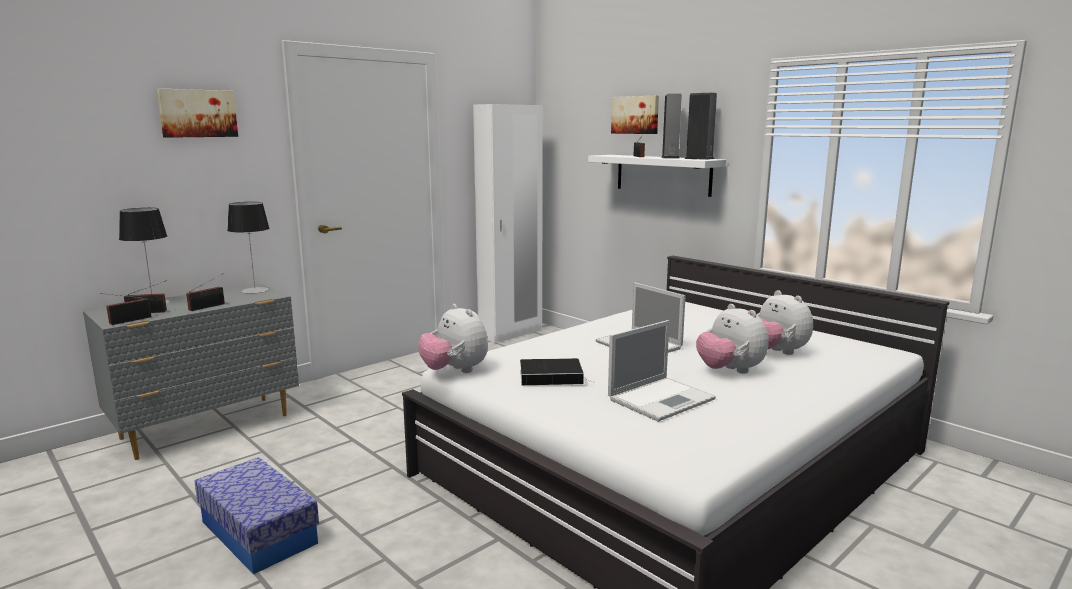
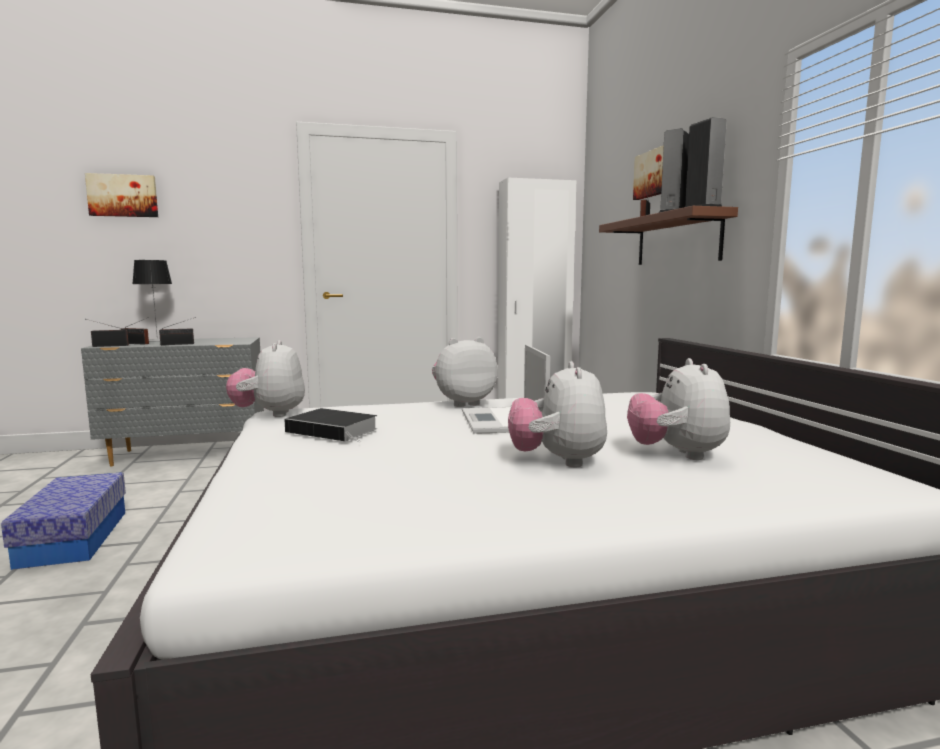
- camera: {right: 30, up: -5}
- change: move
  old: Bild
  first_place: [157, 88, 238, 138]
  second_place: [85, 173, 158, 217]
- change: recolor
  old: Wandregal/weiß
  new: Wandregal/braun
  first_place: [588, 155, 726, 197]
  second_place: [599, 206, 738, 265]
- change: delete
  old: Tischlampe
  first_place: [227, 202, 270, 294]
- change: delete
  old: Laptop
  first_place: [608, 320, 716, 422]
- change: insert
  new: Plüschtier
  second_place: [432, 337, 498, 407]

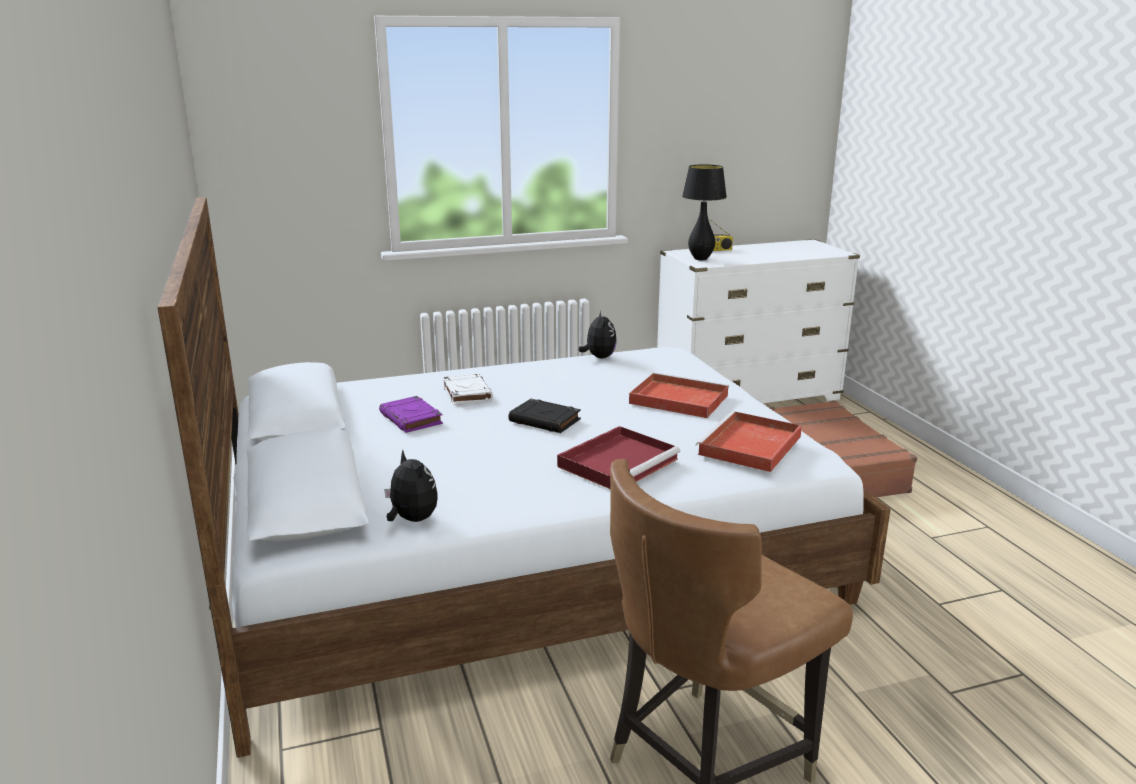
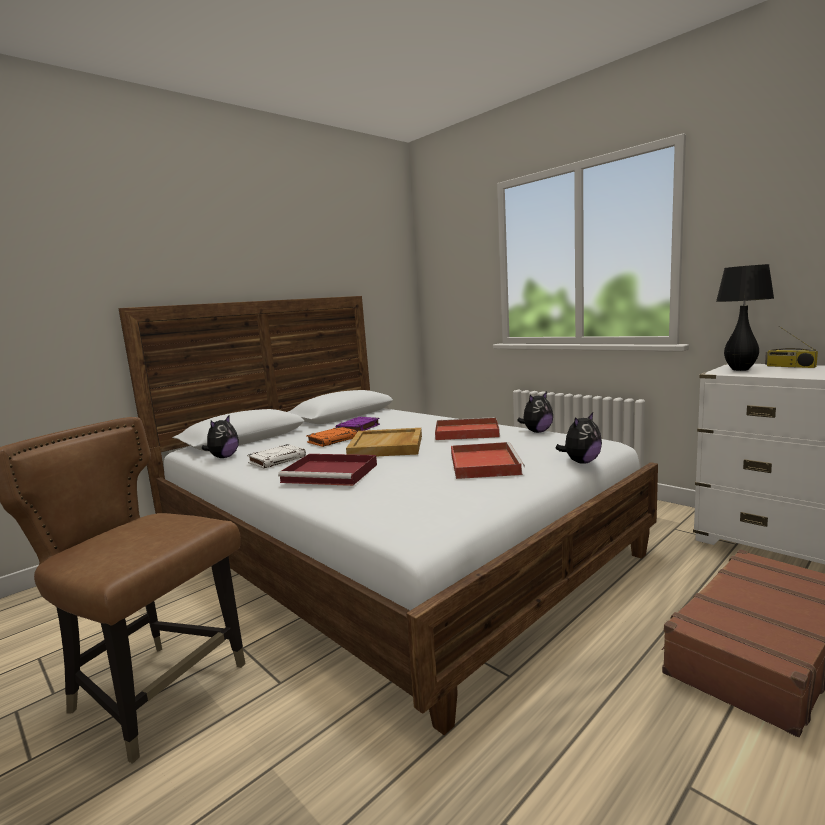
- camera: {right: 65, up: -10}
- change: move
  old: Buch/weiß
  first_place: [443, 373, 493, 405]
  second_place: [247, 444, 306, 469]
- change: replace
  old: Buch/schwarz
  new: Tablett/beige
  first_place: [509, 399, 581, 433]
  second_place: [346, 428, 422, 456]
- change: move
  old: Tablett/rot
  first_place: [696, 411, 802, 472]
  second_place: [435, 417, 500, 440]
- change: insert
  new: Plüschtier
  second_place: [556, 413, 602, 464]
- change: insert
  new: Buch/orange
  second_place: [306, 427, 357, 447]

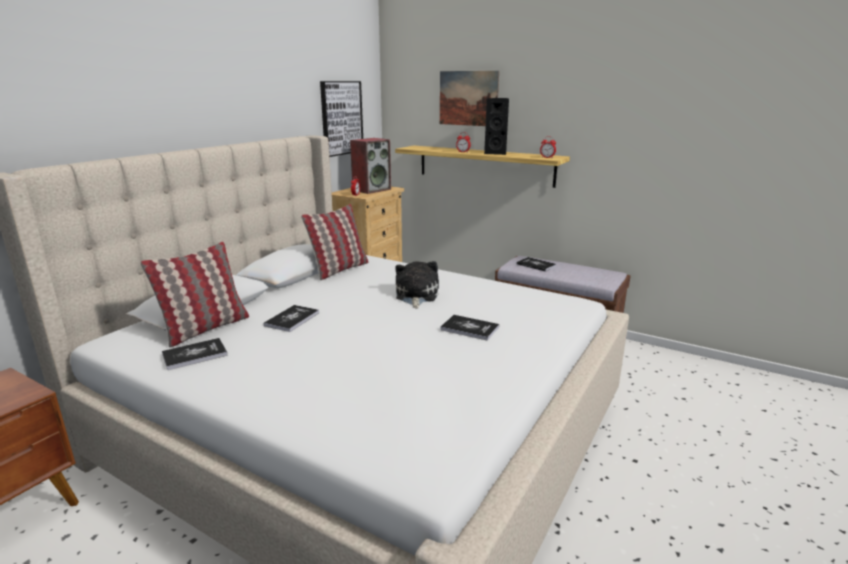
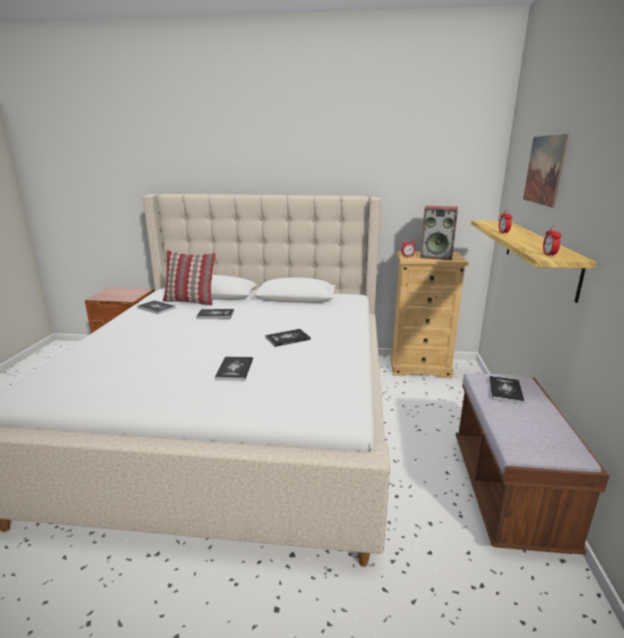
- camera: {right: 65, up: 0}
- change: delete
  old: Bild
  first_place: [320, 81, 363, 157]
- change: delete
  old: Lautsprecher/schwarz
  first_place: [484, 98, 509, 155]
- change: delete
  old: Kissen
  first_place: [301, 204, 368, 280]
- change: replace
  old: Plüschtier
  new: Buch
  first_place: [395, 261, 439, 309]
  second_place: [265, 329, 311, 347]

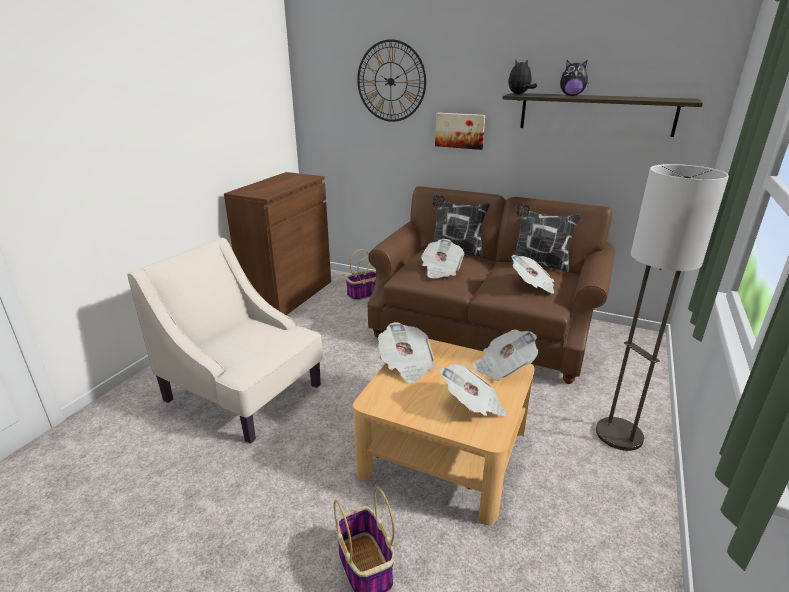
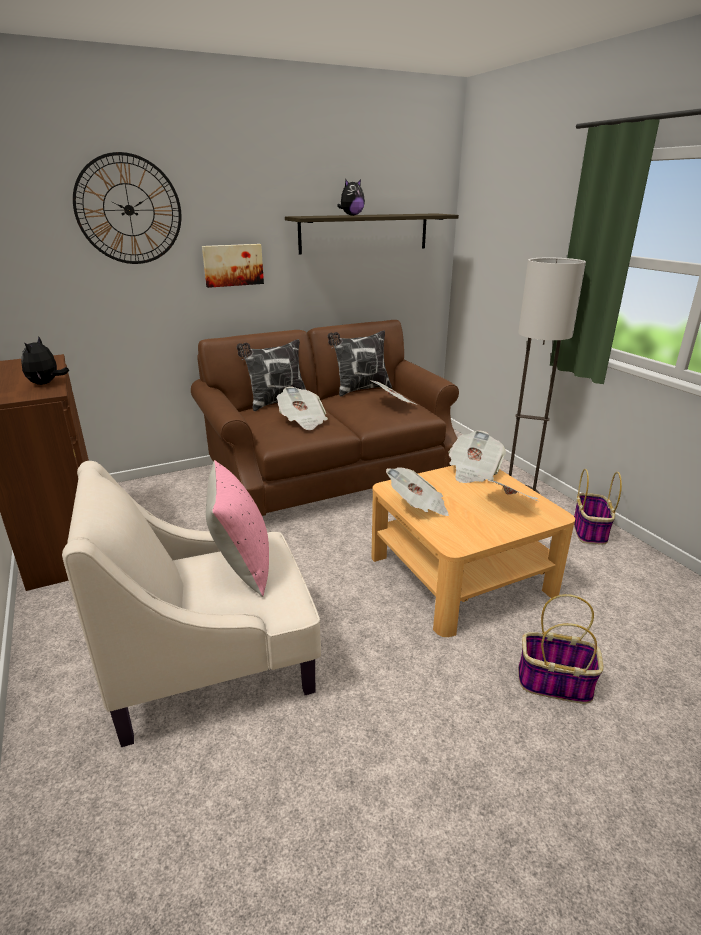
- camera: {right: -50, up: 0}
- change: move
  old: Plüschtier
  first_place: [508, 60, 537, 94]
  second_place: [21, 336, 69, 385]
- change: move
  old: Korb
  first_place: [345, 249, 376, 300]
  second_place: [574, 469, 622, 544]
- change: insert
  new: Kissen/rosa
  second_place: [206, 460, 269, 597]

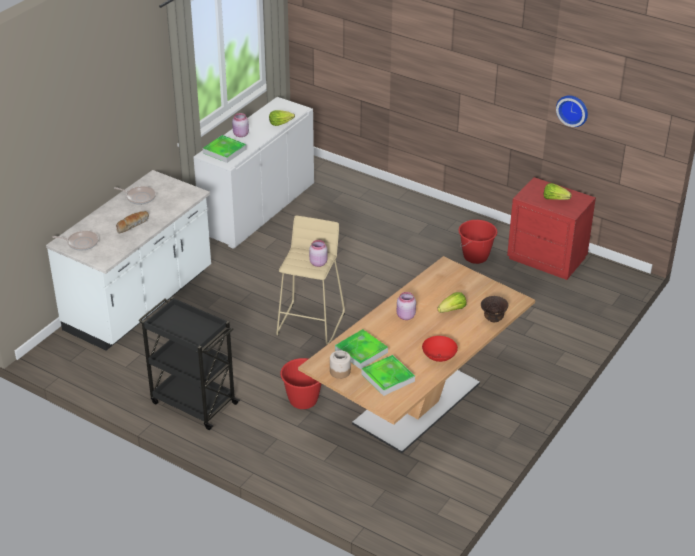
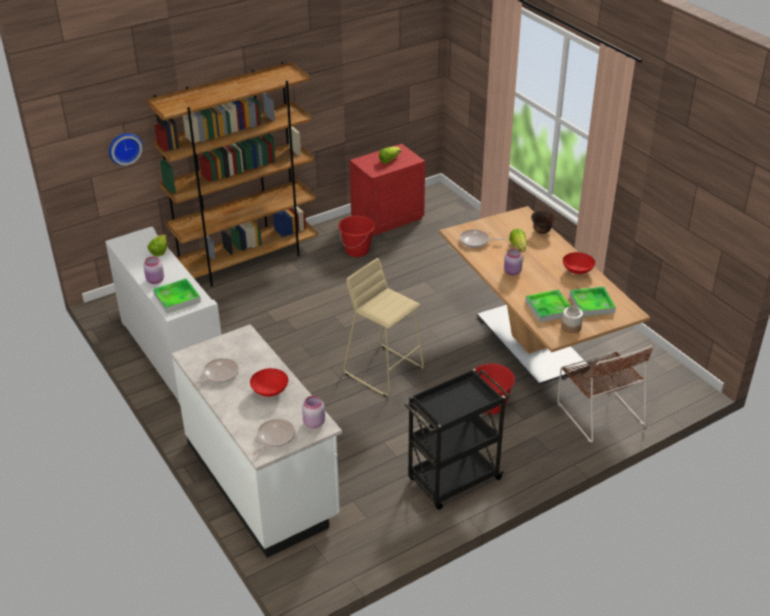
- camera: {right: -65, up: 0}
- change: move
  old: Wanduhr
  first_place: [556, 95, 588, 127]
  second_place: [109, 133, 143, 166]
- change: replace
  old: Brot
  new: Schüssel/rot
  first_place: [116, 211, 149, 234]
  second_place: [250, 368, 288, 397]
- change: move
  old: Vorratsglas/rosa
  first_place: [309, 240, 328, 267]
  second_place: [302, 396, 325, 428]
- change: insert
  new: Bücherregal/braun
  second_place: [147, 62, 318, 287]
- change: insert
  new: Pfanne
  second_place: [460, 230, 504, 248]
- change: insert
  new: Stuhl/braun
  second_place: [557, 346, 653, 443]

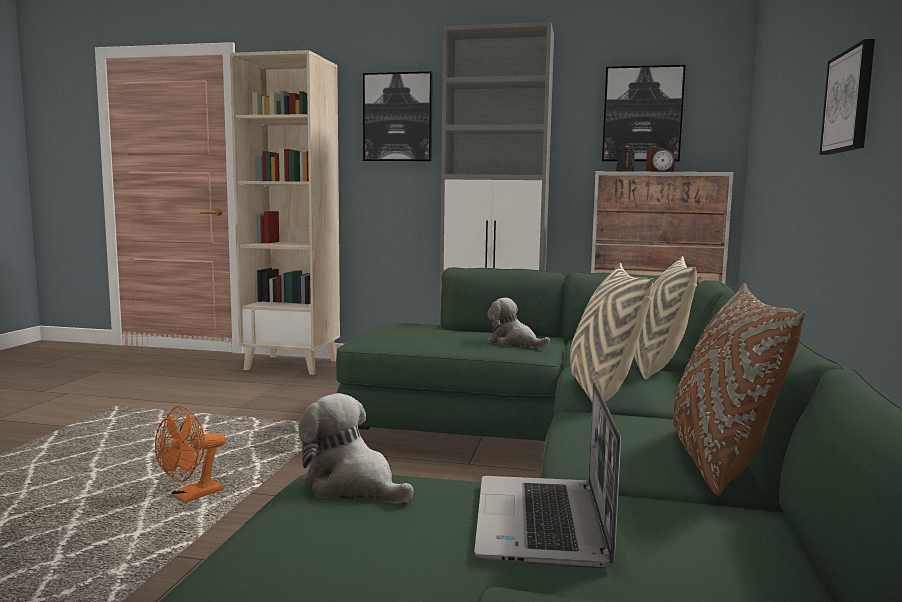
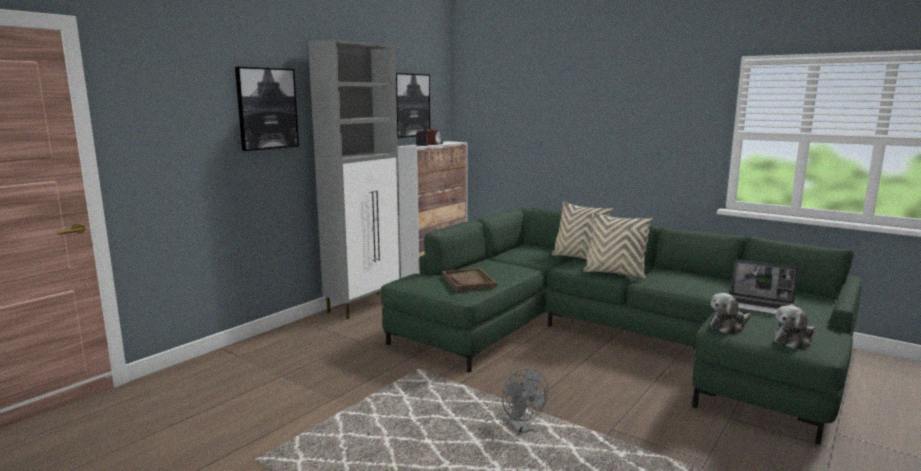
- camera: {right: -65, up: 5}
- change: delete
  old: Bild
  first_place: [819, 39, 875, 155]
- change: delete
  old: Bücherregal/beige
  first_place: [230, 50, 340, 375]
- change: delete
  old: Kissen/braun
  first_place: [673, 283, 805, 496]
- change: move
  old: Plüschtier
  first_place: [487, 298, 550, 347]
  second_place: [774, 305, 815, 349]
- change: recolor
  old: Ventilator/orange
  new: Ventilator/grau
  first_place: [155, 406, 226, 503]
  second_place: [502, 368, 548, 434]
- change: insert
  new: Tablett/braun
  second_place: [442, 268, 497, 292]

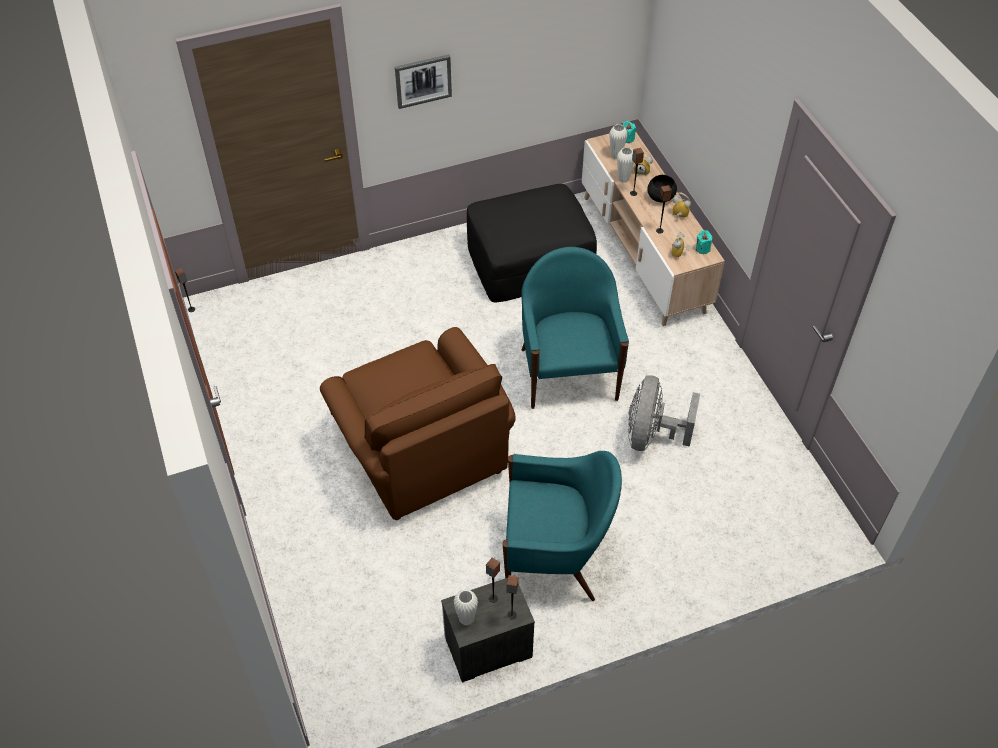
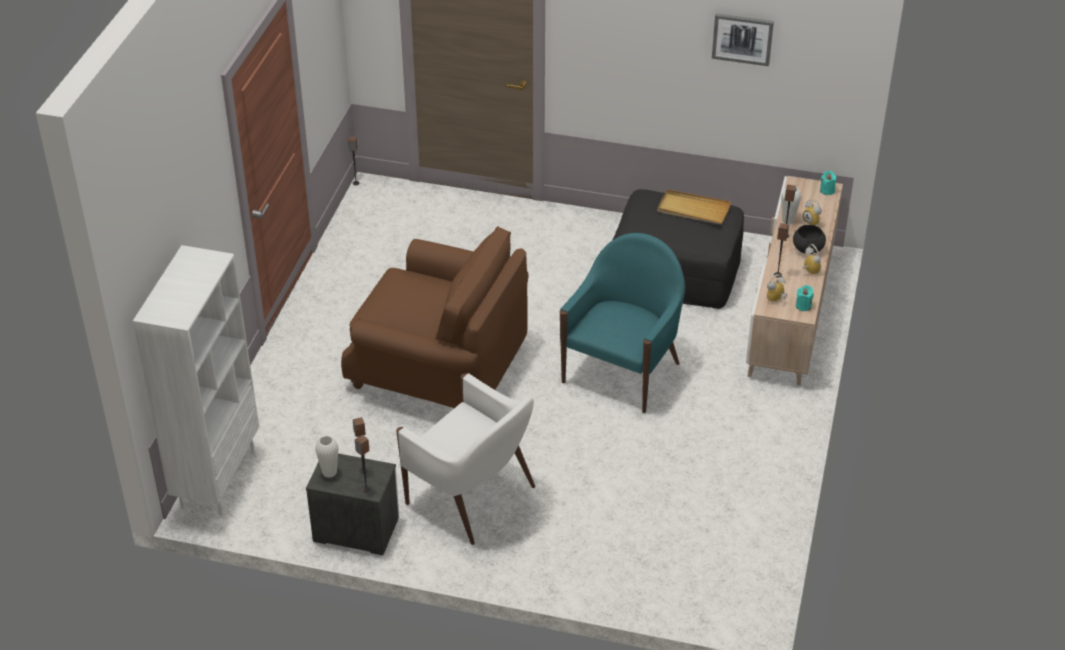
- camera: {right: 35, up: -10}
- change: move
  old: Bild
  first_place: [395, 54, 452, 109]
  second_place: [712, 14, 774, 66]
- change: delete
  old: Vase/weiß
  first_place: [609, 124, 627, 159]
- change: rotate
  old: Sessel/braun
  first_place: [320, 327, 516, 520]
  second_place: [341, 226, 529, 408]
  degrees: -75
- change: delete
  old: Ventilator/grau
  first_place: [628, 375, 700, 451]
- change: recolor
  old: Sessel/türkis
  new: Sessel/weiß
  first_place: [502, 451, 622, 601]
  second_place: [396, 373, 535, 545]
- change: insert
  new: Tablett/beige
  second_place: [657, 190, 731, 224]
- change: insert
  new: Bücherregal/weiß
  second_place: [133, 245, 259, 516]

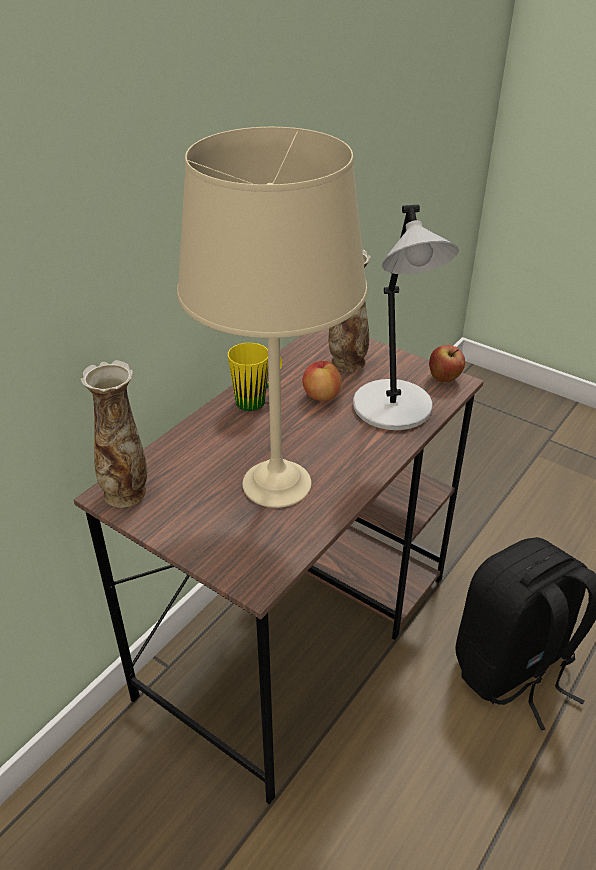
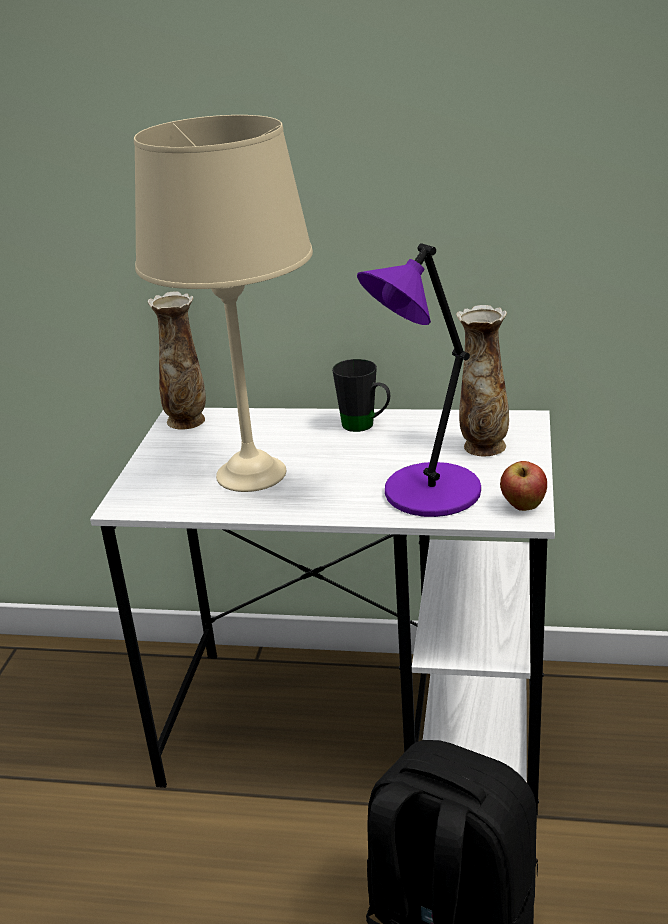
- camera: {right: 65, up: -10}
- change: recolor
  old: Tischlampe/grau
  new: Tischlampe/lila
  first_place: [353, 204, 459, 430]
  second_place: [357, 243, 481, 517]
- change: recolor
  old: Schreibtisch/braun
  new: Schreibtisch/weiß
  first_place: [74, 328, 484, 805]
  second_place: [90, 408, 555, 815]
- change: recolor
  old: Henkelbecher/gelb
  new: Henkelbecher/schwarz
  first_place: [228, 343, 282, 411]
  second_place: [332, 359, 390, 432]
- change: delete
  old: Apfel
  first_place: [302, 361, 342, 401]

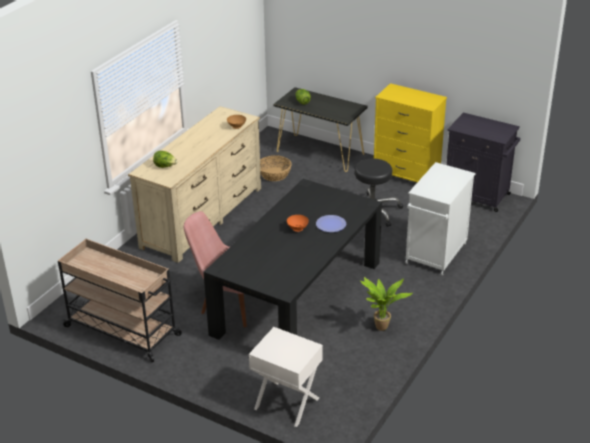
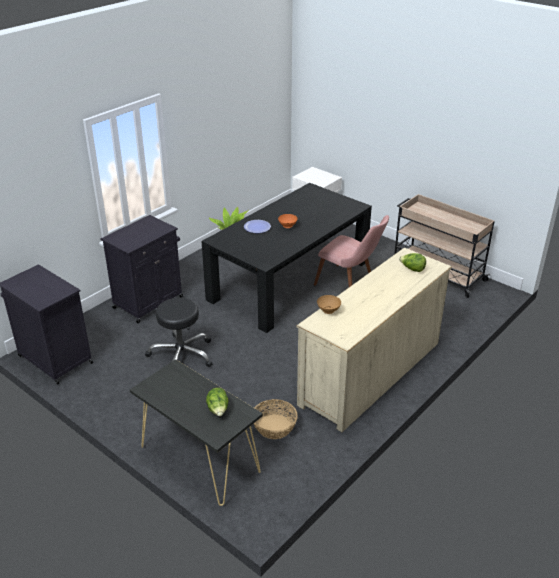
- camera: {right: -170, up: 0}
- change: delete
  old: Kommode/gelb
  first_place: [374, 83, 447, 182]
- change: recolor
  old: Schrank/weiß
  new: Schrank/schwarz
  first_place: [405, 162, 476, 276]
  second_place: [101, 215, 183, 323]

